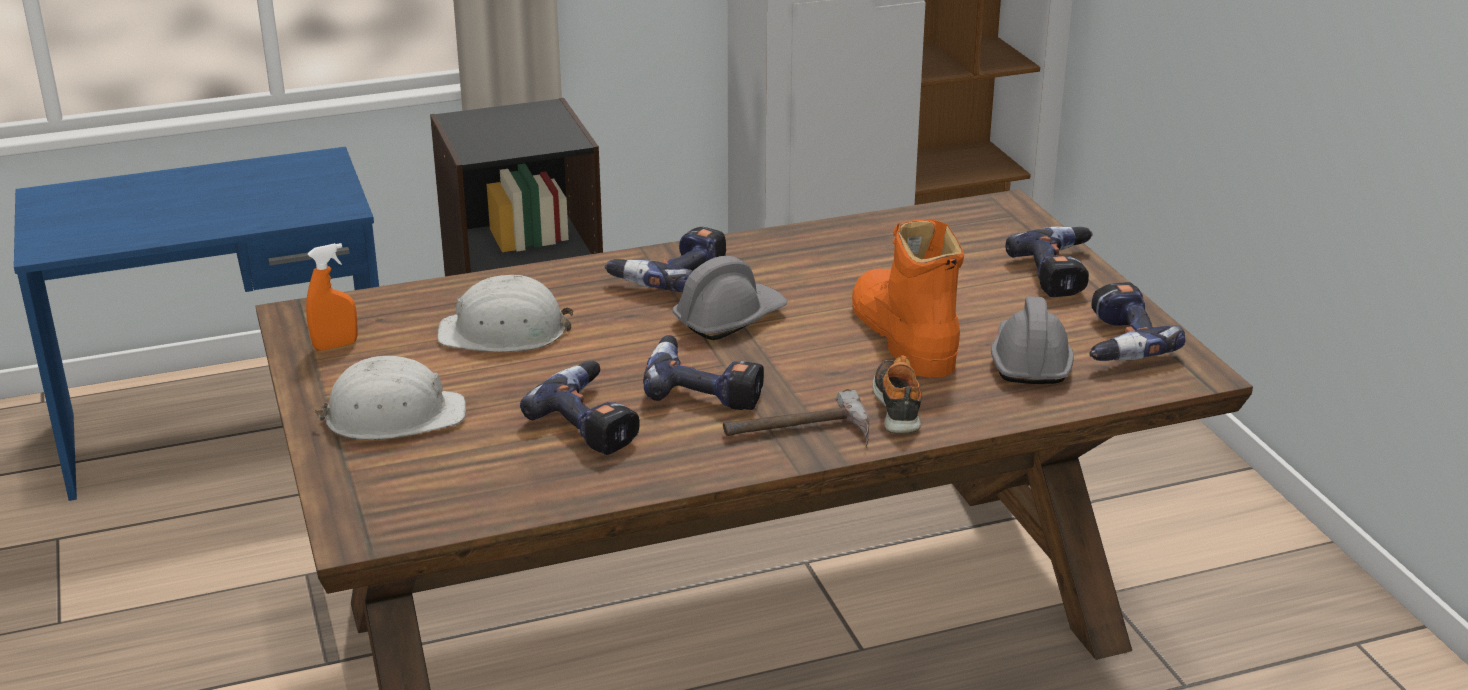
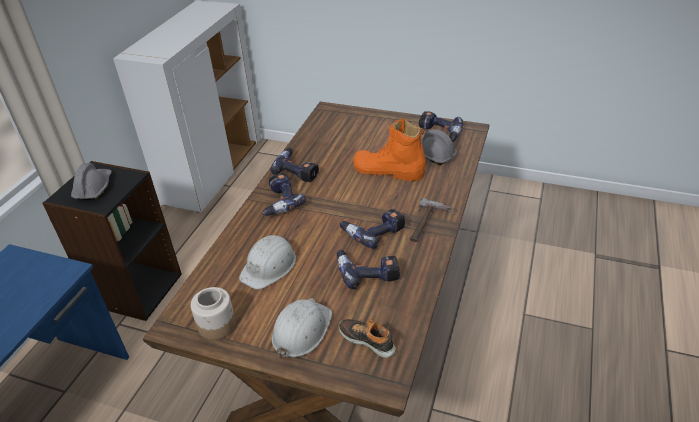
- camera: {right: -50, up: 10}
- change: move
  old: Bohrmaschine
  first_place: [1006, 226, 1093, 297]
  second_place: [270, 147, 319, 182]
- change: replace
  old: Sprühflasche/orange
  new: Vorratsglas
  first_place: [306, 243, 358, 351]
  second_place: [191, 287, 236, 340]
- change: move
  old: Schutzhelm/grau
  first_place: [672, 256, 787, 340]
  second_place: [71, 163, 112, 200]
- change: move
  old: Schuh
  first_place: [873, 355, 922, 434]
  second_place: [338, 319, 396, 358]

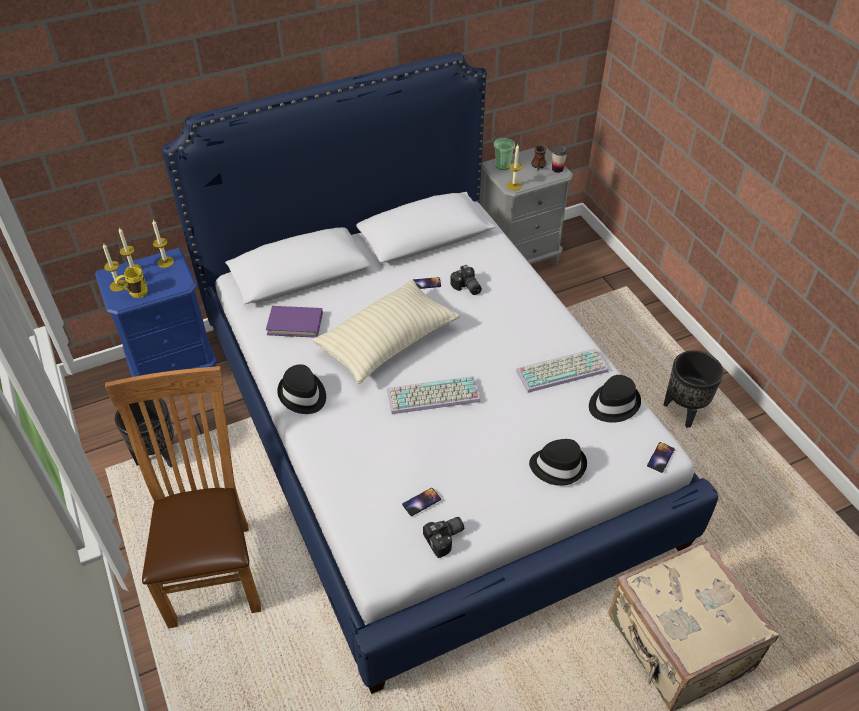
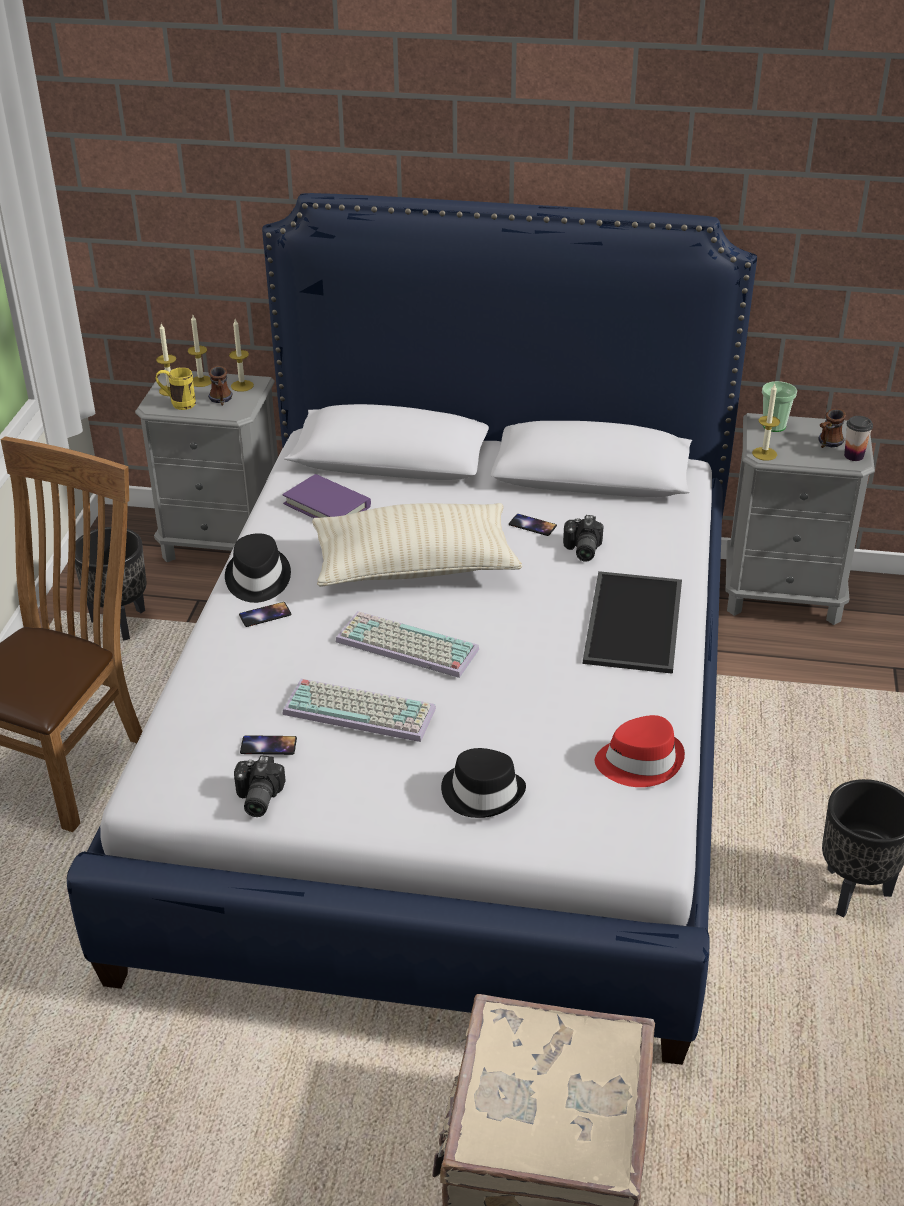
- camera: {right: 35, up: -10}
- change: recolor
  old: Nachttisch/blau
  new: Nachttisch/grau
  first_place: [95, 248, 217, 377]
  second_place: [135, 369, 278, 562]
- change: move
  old: Tastatur
  first_place: [516, 348, 609, 393]
  second_place: [282, 679, 436, 742]
- change: recolor
  old: Hut/schwarz
  new: Hut/rot
  first_place: [589, 375, 641, 423]
  second_place: [595, 715, 685, 787]
- change: move
  old: Handy
  first_place: [647, 442, 675, 473]
  second_place: [239, 602, 291, 627]
- change: rotate
  old: Kamera
  first_place: [423, 517, 464, 558]
  second_place: [234, 755, 286, 817]
  degrees: 90
- change: insert
  new: Henkelbecher
  second_place: [208, 366, 232, 406]
- change: insert
  new: Tablett
  second_place: [583, 571, 682, 674]

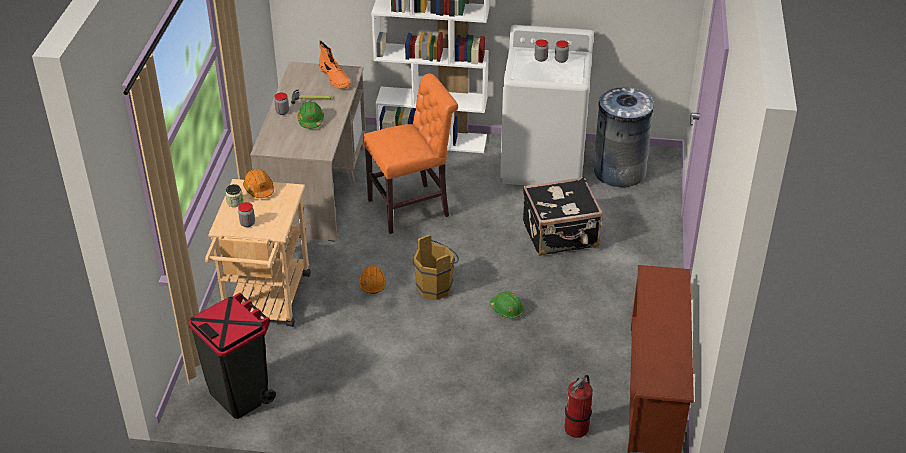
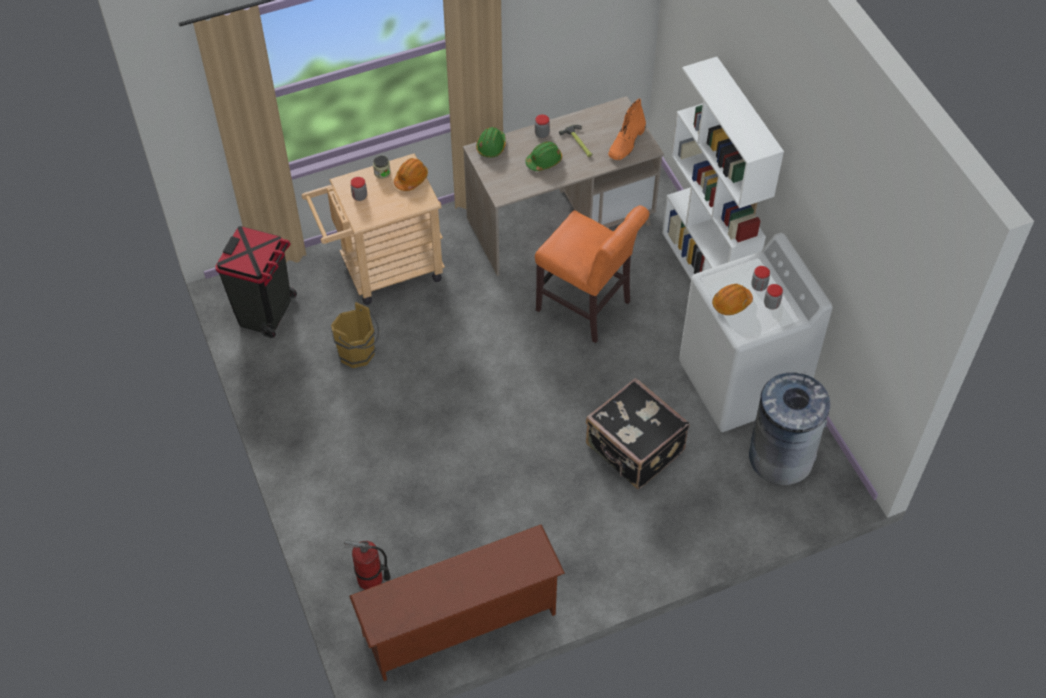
- camera: {right: 60, up: 15}
- change: move
  old: Eimer/braun
  first_place: [413, 234, 459, 300]
  second_place: [331, 302, 379, 368]
- change: move
  old: Schutzhelm/orange
  first_place: [359, 266, 386, 294]
  second_place: [712, 284, 753, 315]
- change: move
  old: Schutzhelm/grün
  first_place: [490, 291, 524, 319]
  second_place: [476, 127, 506, 158]

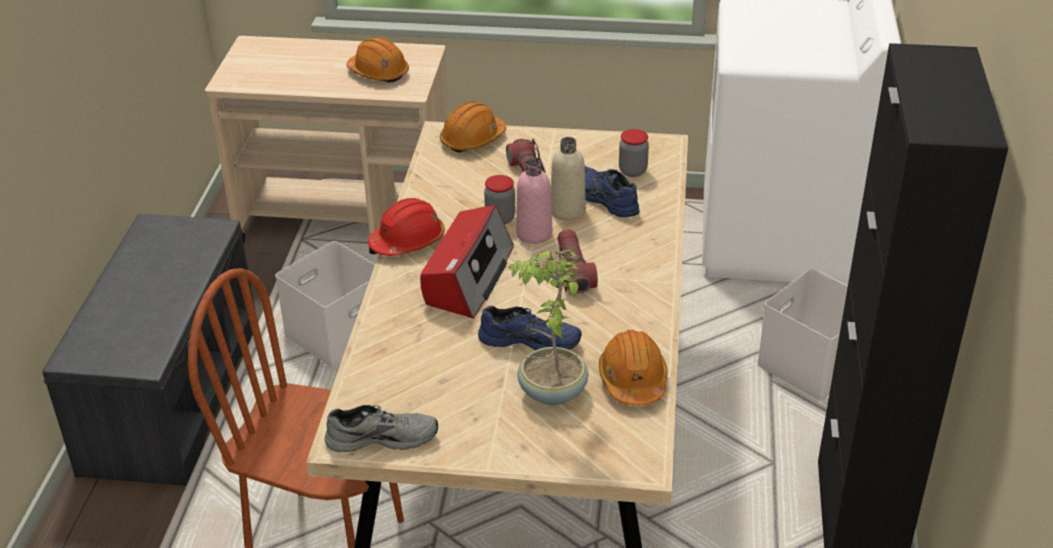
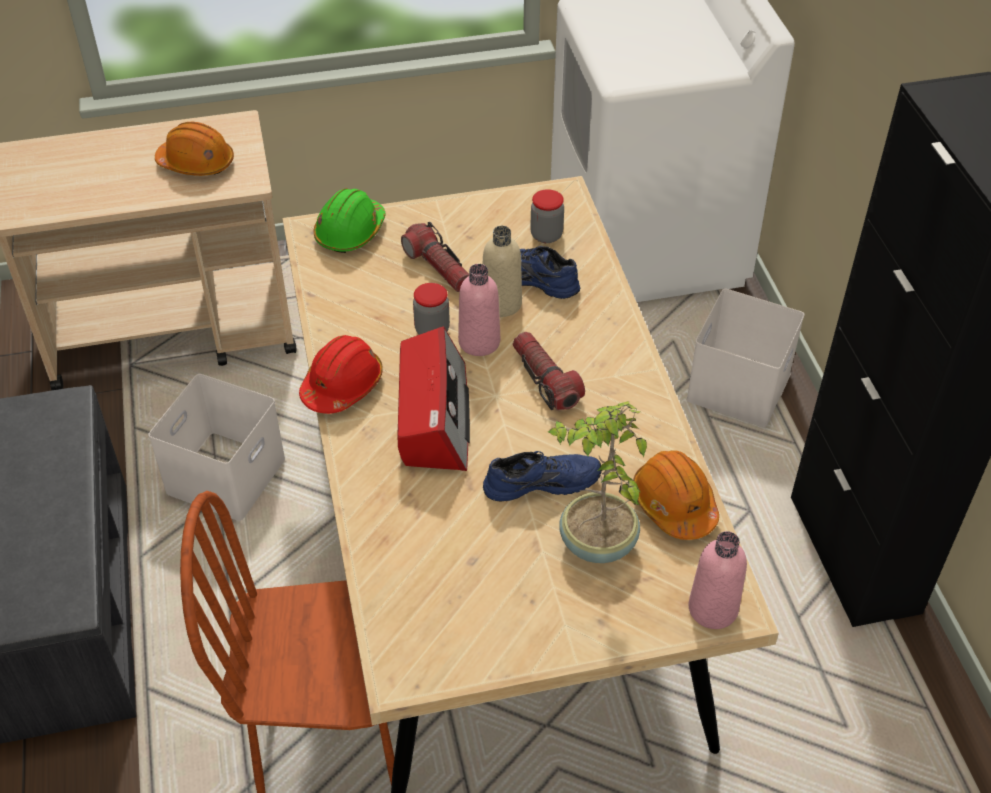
- camera: {right: -20, up: 10}
- change: recolor
  old: Schutzhelm/orange
  new: Schutzhelm/grün
  first_place: [440, 102, 506, 153]
  second_place: [314, 188, 386, 253]
- change: delete
  old: Schuh/grau
  first_place: [325, 405, 438, 452]
- change: insert
  new: Flasche/rosa
  second_place: [688, 531, 747, 629]

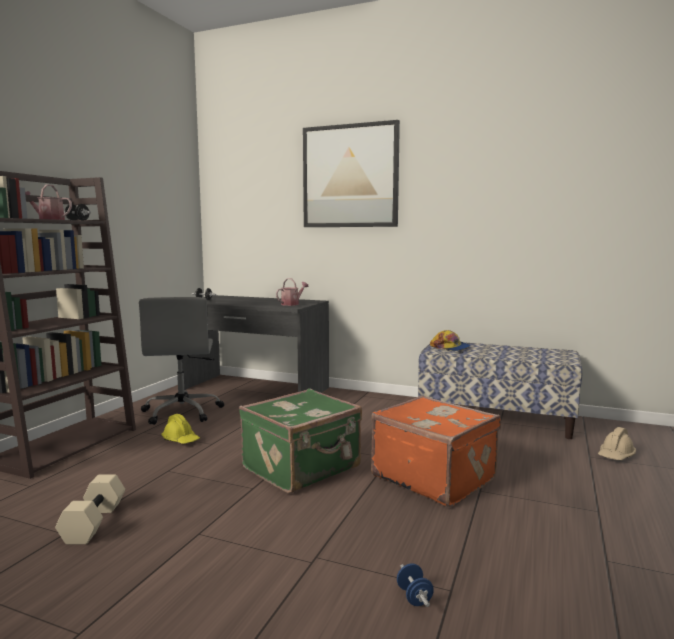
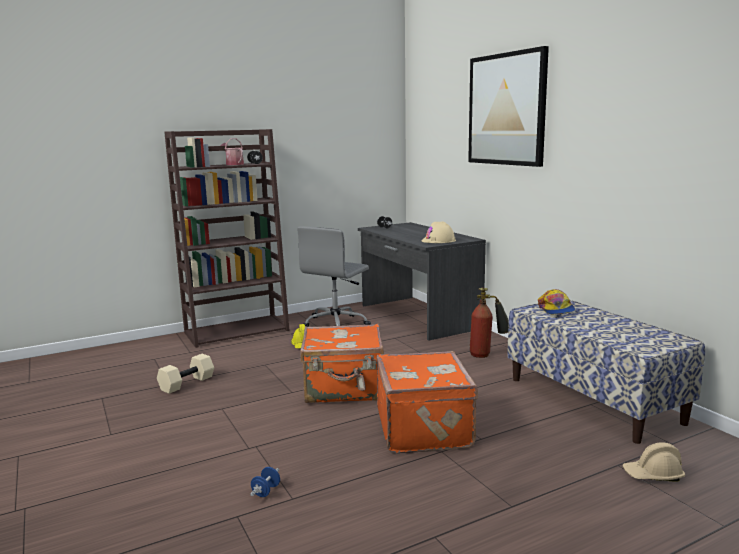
- camera: {right: 40, up: 5}
- change: replace
  old: Gießkanne
  new: Schutzhelm/beige
  first_place: [276, 278, 309, 306]
  second_place: [422, 222, 456, 243]
- change: recolor
  old: Koffer/grün
  new: Koffer/orange
  first_place: [239, 388, 362, 493]
  second_place: [300, 324, 384, 403]
- change: insert
  new: Feuerlöscher
  second_place: [470, 287, 509, 358]

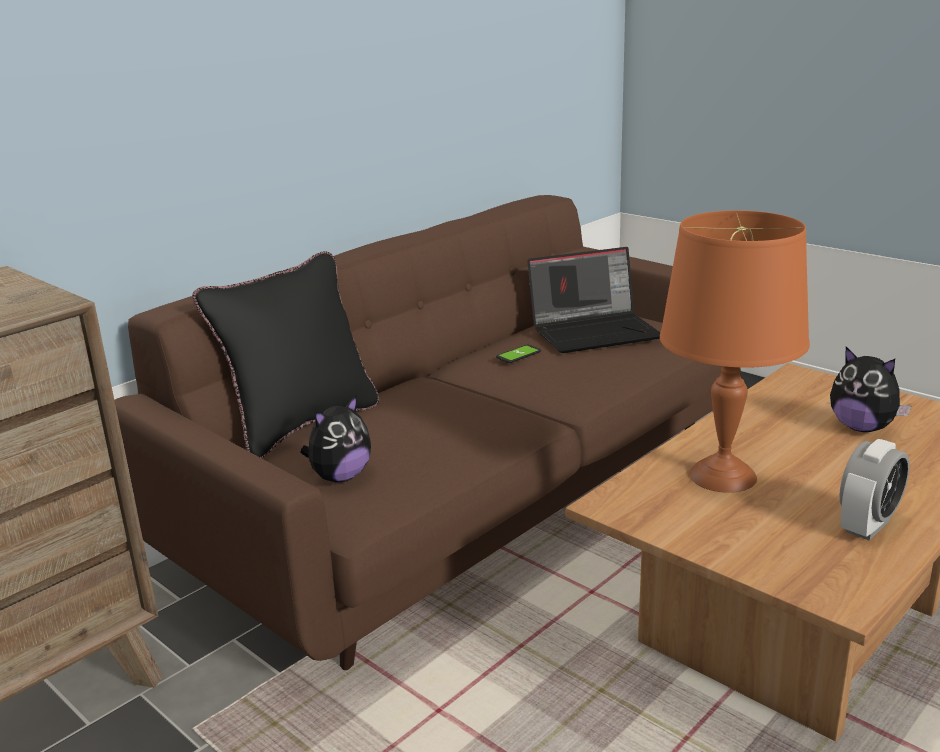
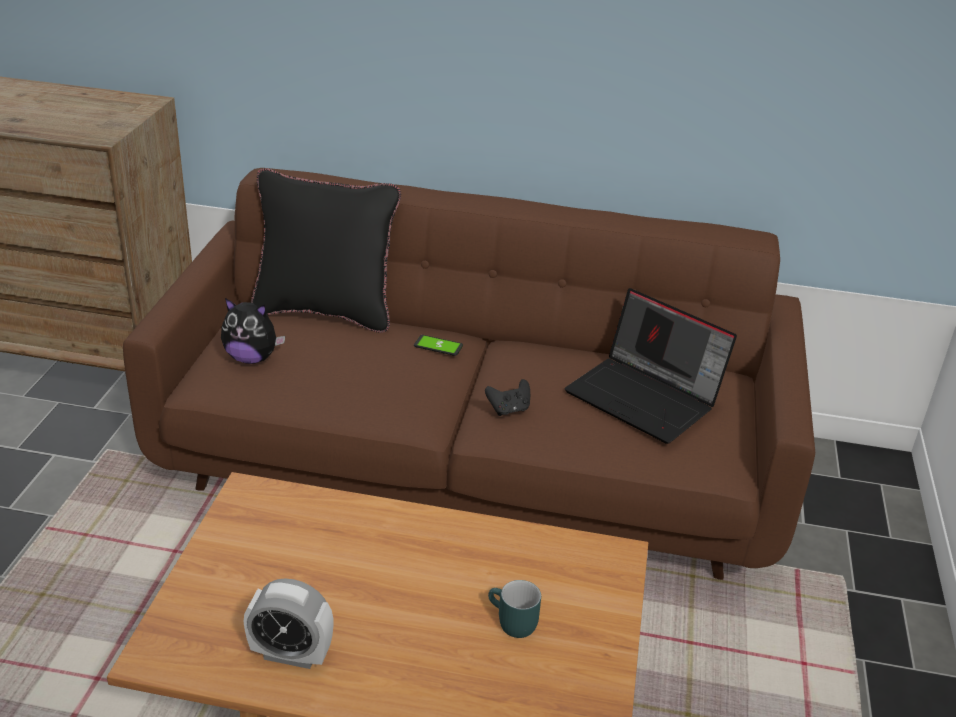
- camera: {right: 55, up: 10}
- change: delete
  old: Tischlampe/orange
  first_place: [660, 210, 810, 493]
- change: move
  old: Handy
  first_place: [496, 345, 541, 363]
  second_place: [414, 335, 463, 356]
- change: replace
  old: Plüschtier
  new: Henkelbecher/türkis
  first_place: [830, 347, 911, 432]
  second_place: [488, 580, 541, 638]
- change: insert
  new: Gamepad/schwarz
  second_place: [485, 379, 530, 416]

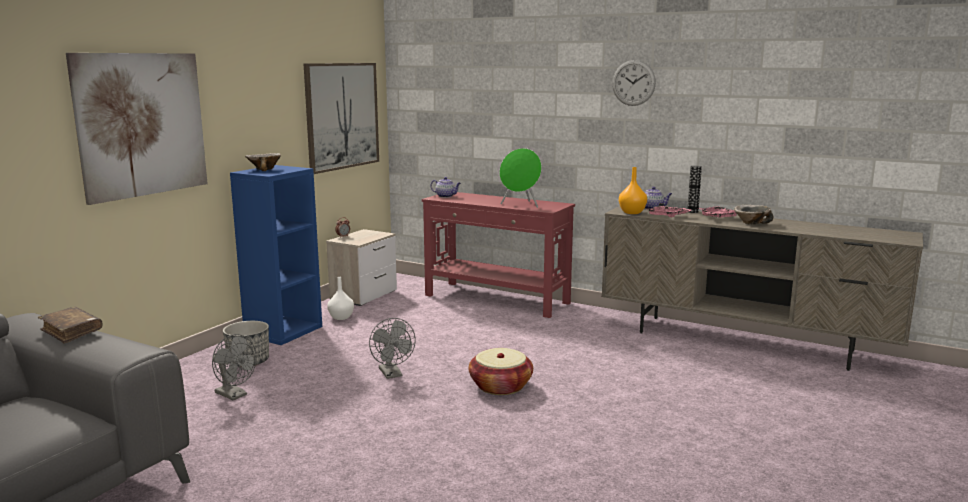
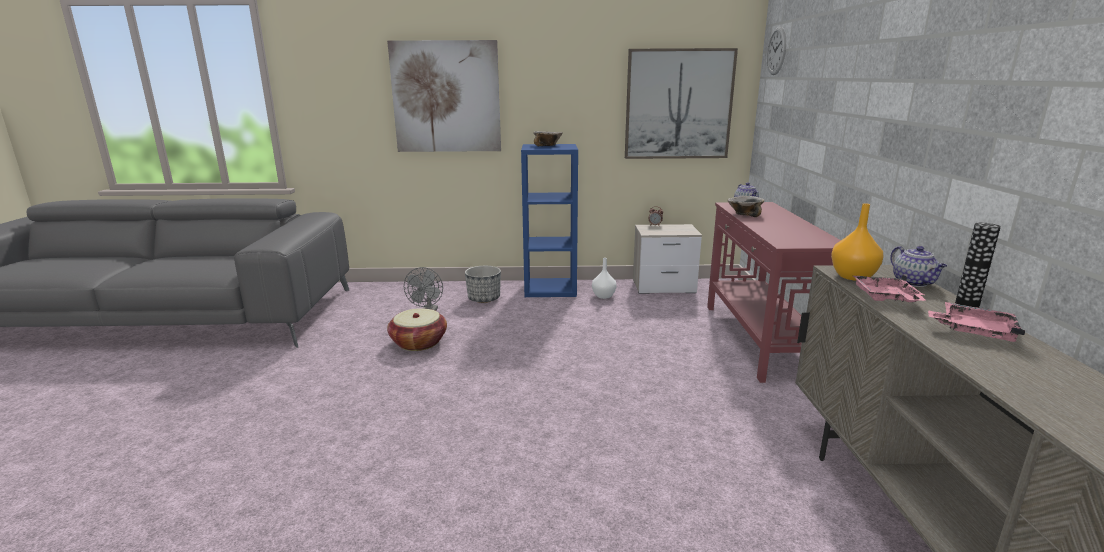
- camera: {right: 60, up: 5}
- change: move
  old: Wanduhr
  first_place: [612, 60, 656, 106]
  second_place: [767, 27, 786, 75]
- change: delete
  old: Lautsprecher/grün
  first_place: [499, 148, 542, 208]
- change: move
  old: Schüssel
  first_place: [734, 205, 774, 224]
  second_place: [727, 196, 765, 217]
- change: delete
  old: Buch/braun
  first_place: [38, 307, 103, 344]
- change: delete
  old: Ventilator/grau
  first_place: [369, 318, 416, 379]
- change: move
  old: Korb
  first_place: [469, 348, 533, 395]
  second_place: [387, 308, 447, 351]

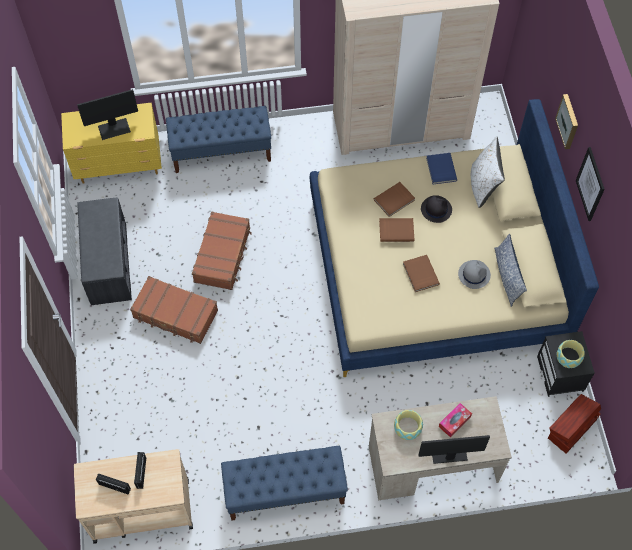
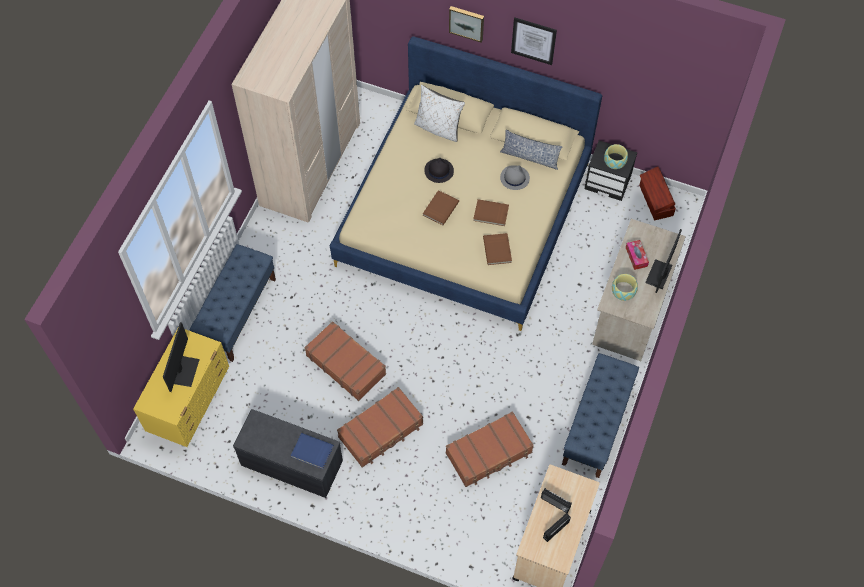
- camera: {right: -60, up: 0}
- change: move
  old: Buch/blau
  first_place: [426, 153, 457, 184]
  second_place: [291, 433, 334, 469]
- change: move
  old: Buch/braun
  first_place: [374, 182, 415, 217]
  second_place: [483, 233, 512, 265]
- change: insert
  new: Koffer/braun
  second_place: [446, 411, 534, 487]

